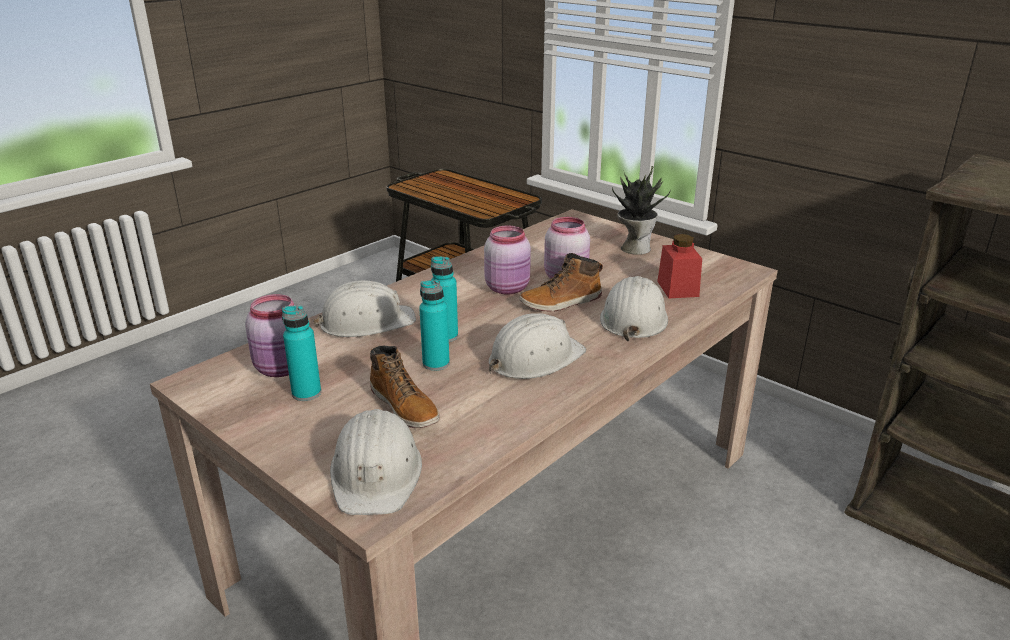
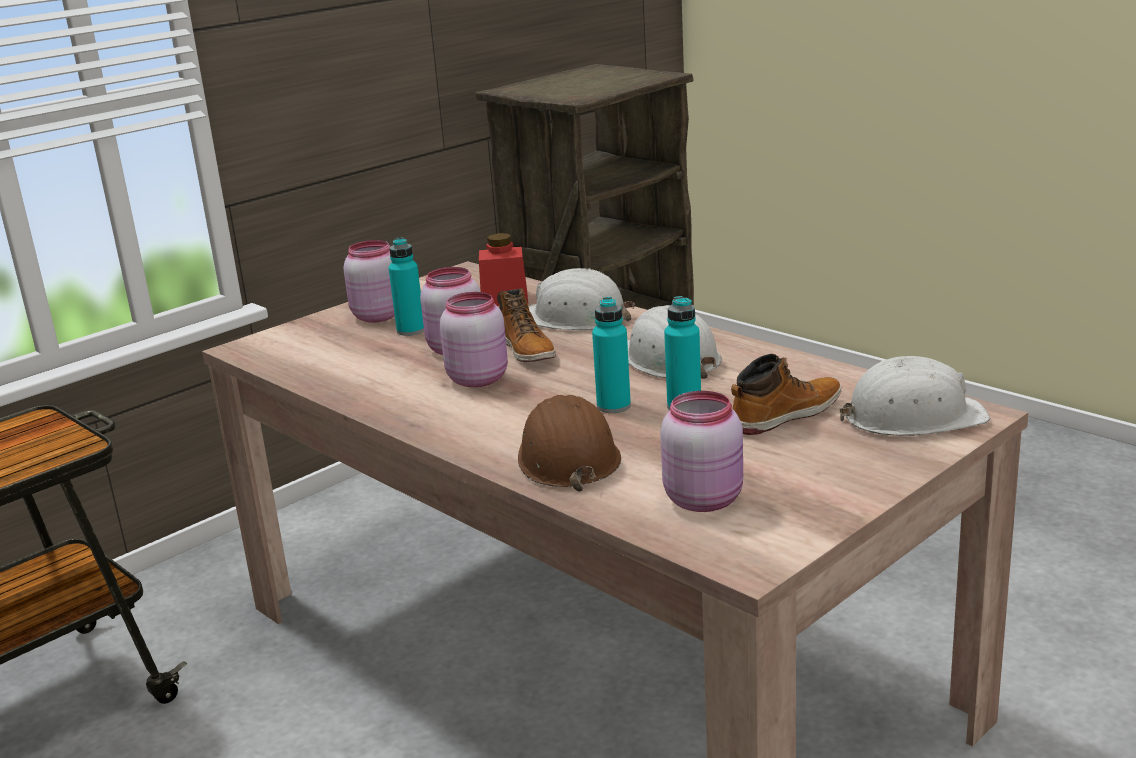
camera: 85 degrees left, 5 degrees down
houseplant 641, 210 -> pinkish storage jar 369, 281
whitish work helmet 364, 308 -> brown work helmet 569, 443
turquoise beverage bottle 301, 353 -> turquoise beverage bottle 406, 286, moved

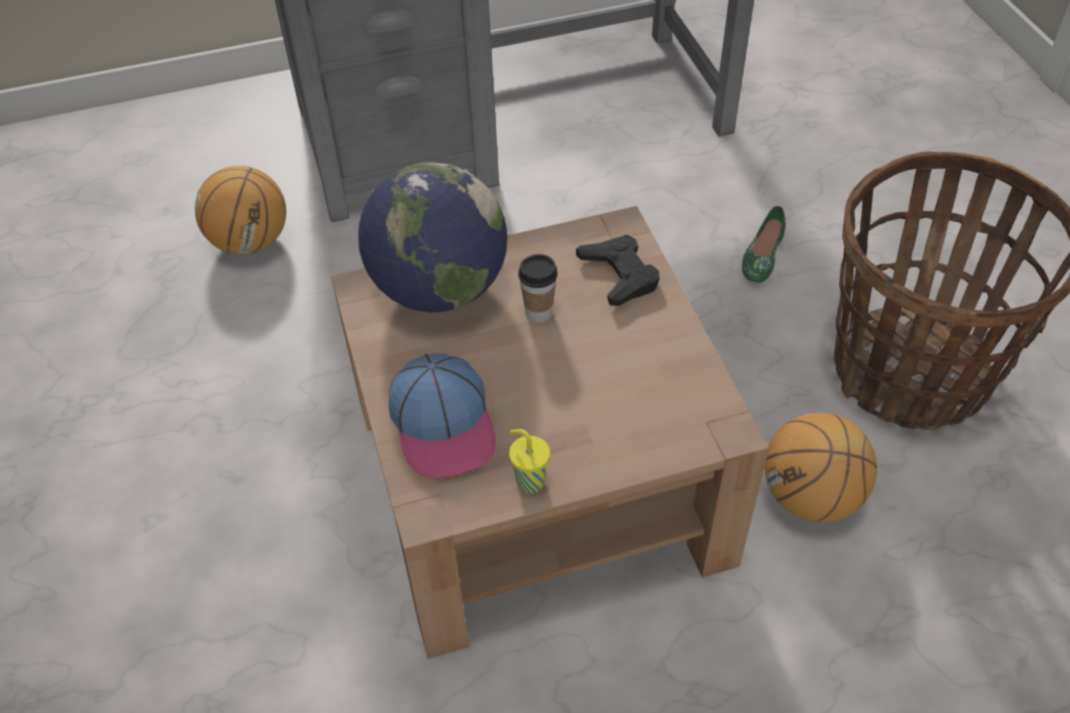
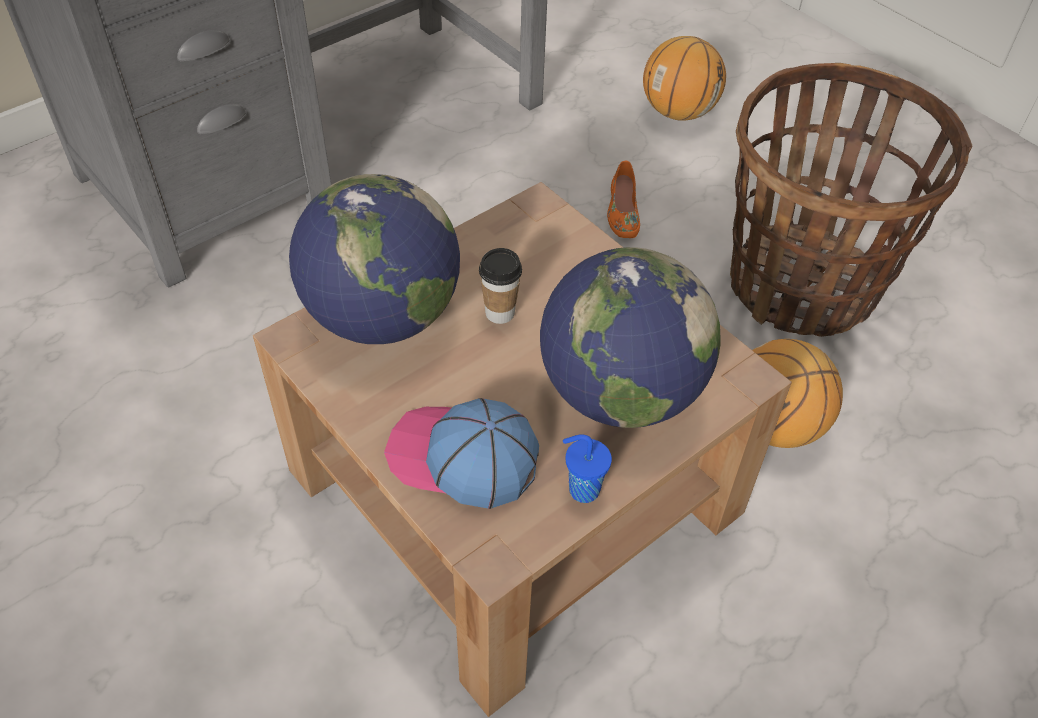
camera: 25 degrees left, 0 degrees up
basketball 240, 210 -> basketball 684, 78, moved
green low shoe 764, 244 -> orange low shoe 623, 199
black-coloured gamepad 618, 270 -> none
baseball cap 442, 416 -> baseball cap 461, 453, 150 degrees clockwise
yellow-coloured cup 529, 461 -> blue cup 587, 468
none -> desk globe 630, 337

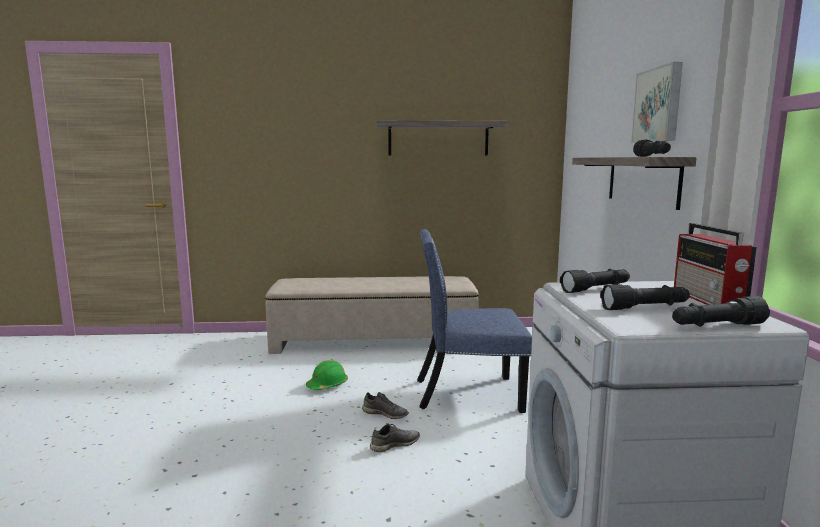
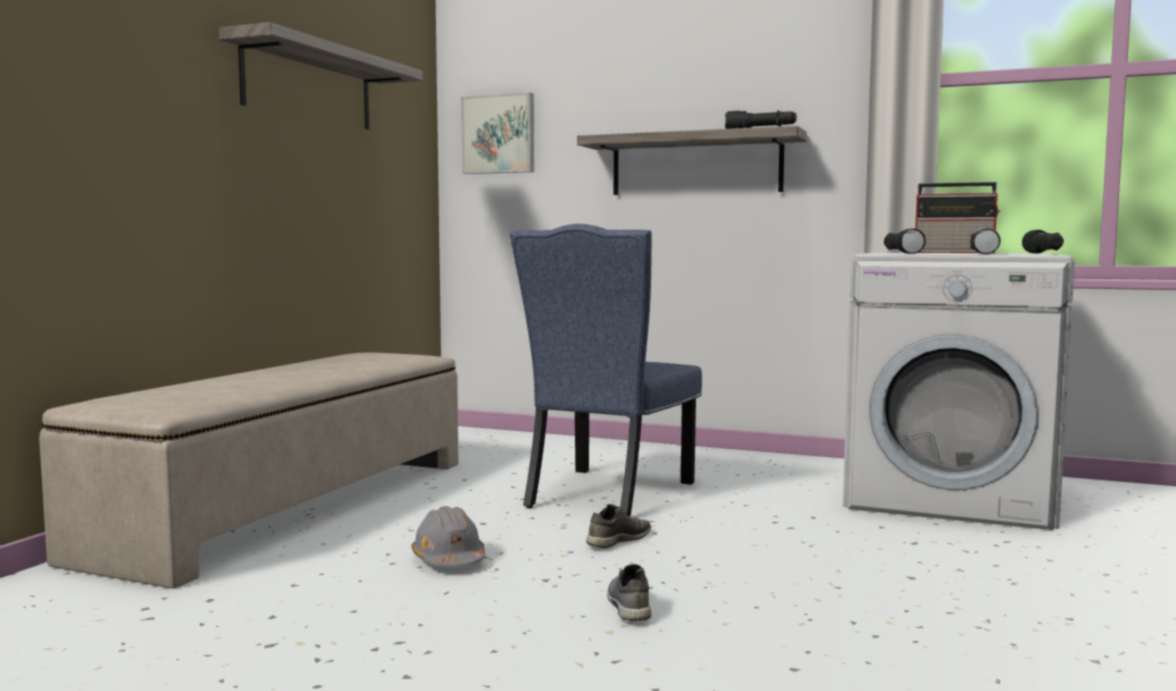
camera: 65 degrees left, 5 degrees down
wall art 657, 102 -> wall art 497, 133, moved
green work helmet 327, 375 -> greyish work helmet 448, 536
greyish low shoe 395, 437 -> greyish low shoe 629, 592, moved

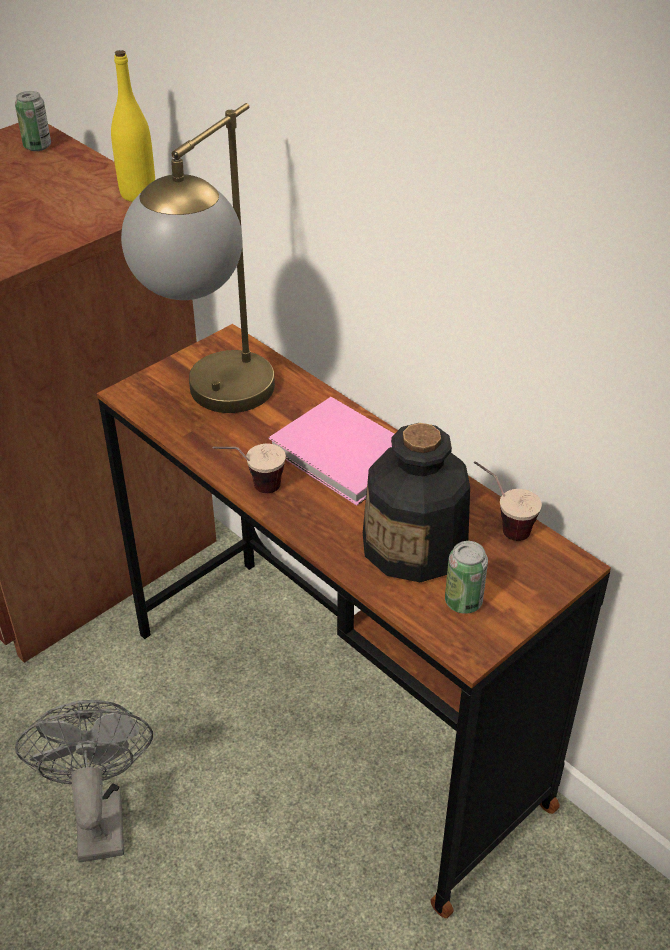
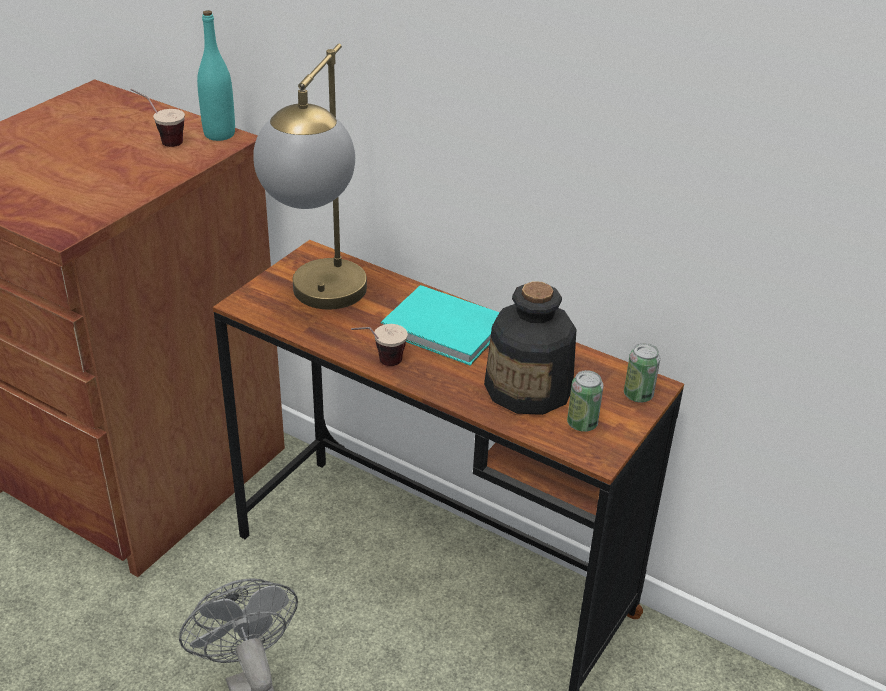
camera: 15 degrees left, 5 degrees down
yellow-coloured beverage bottle 133, 126 -> turquoise beverage bottle 216, 75
metal can 33, 121 -> metal can 642, 373, moved
pinkish bound book 331, 451 -> turquoise bound book 440, 325
cup 508, 501 -> cup 157, 118, moved

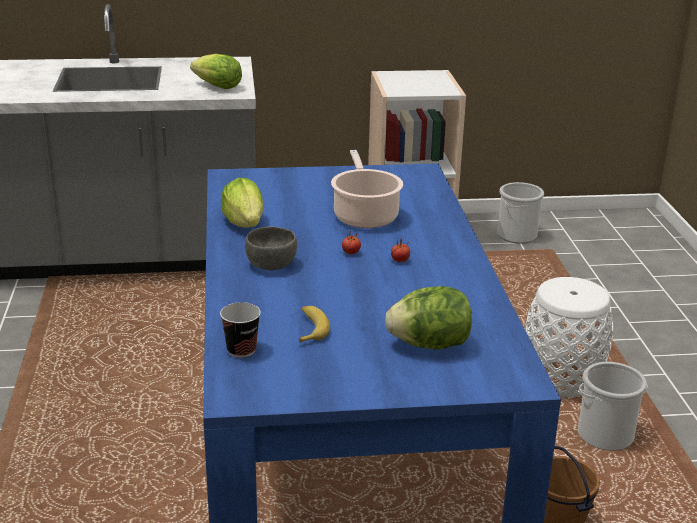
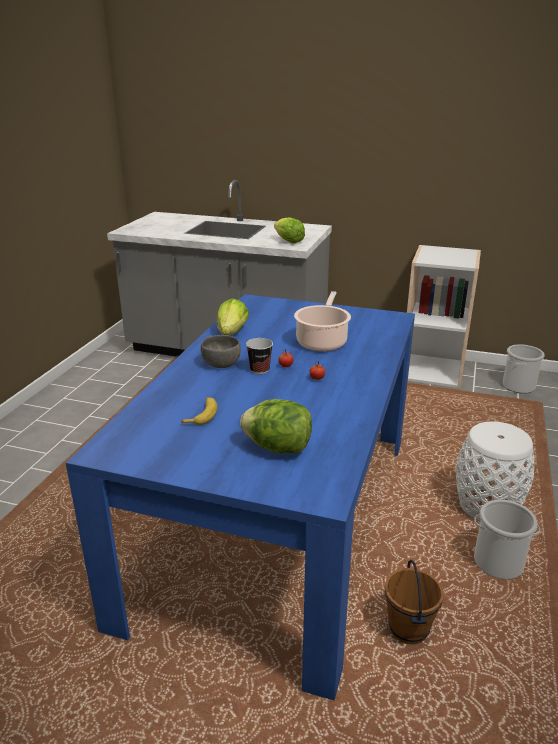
camera: 25 degrees right, 0 degrees up
cup 240, 330 -> cup 259, 356, moved

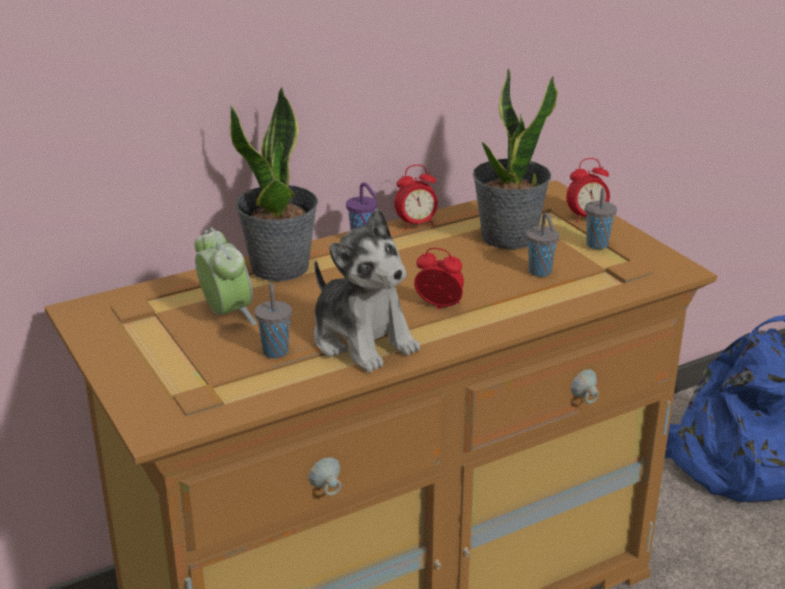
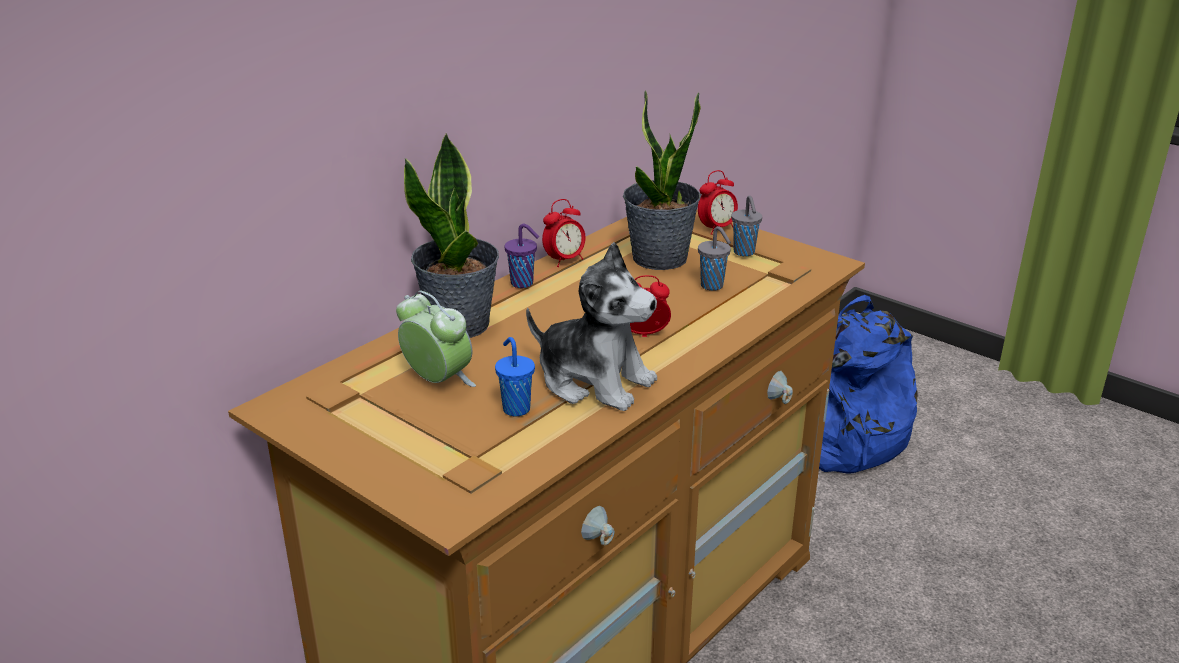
camera: 20 degrees left, 0 degrees up
greyish cup 273, 320 -> blue cup 515, 376

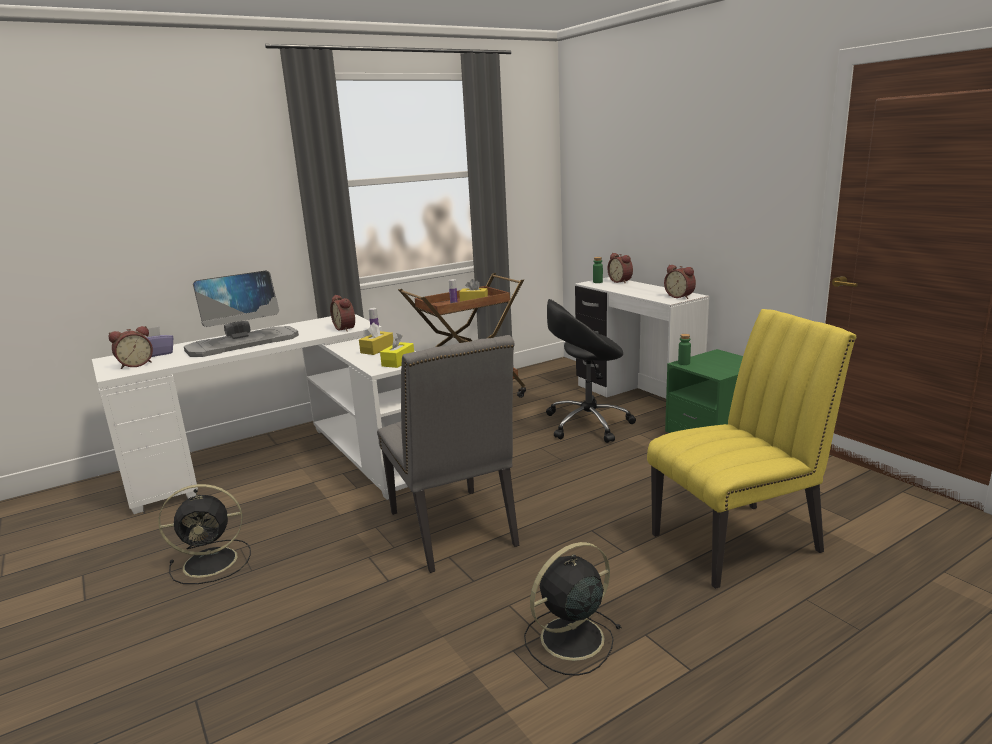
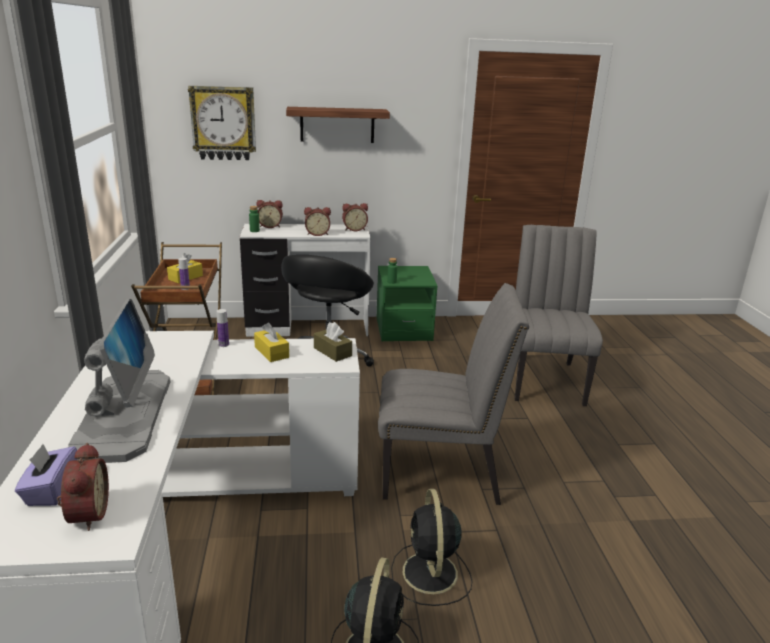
camera: 65 degrees left, 5 degrees up
alarm clock 342, 313 -> alarm clock 317, 221, moved
yellow-coloured upright chair 751, 449 -> greyish upright chair 559, 315
yellow-coloured box of tissues 397, 350 -> brown box of tissues 333, 342
black-coloured electric fan 573, 609 -> black-coloured electric fan 432, 547, moved
none -> wall clock 222, 123
none -> wall shelf 338, 125

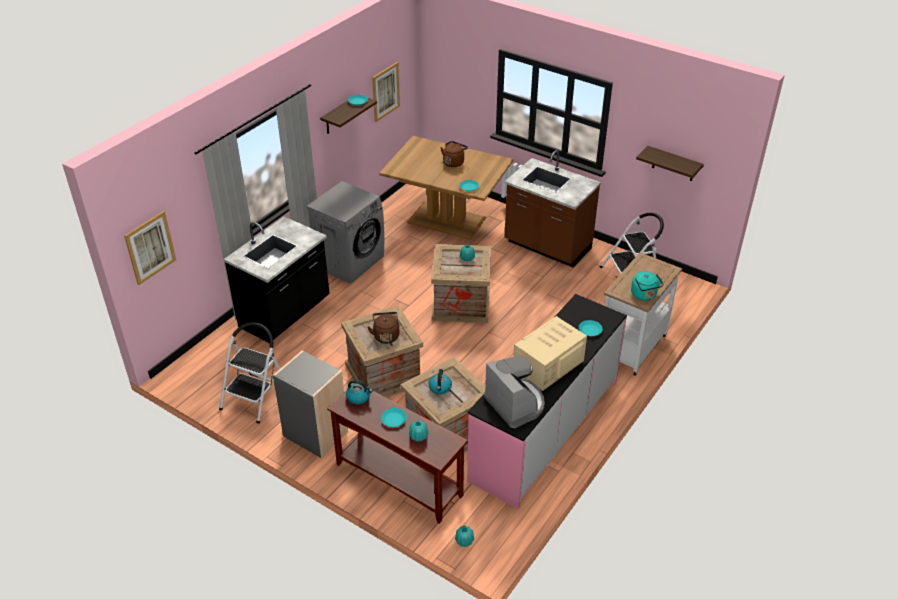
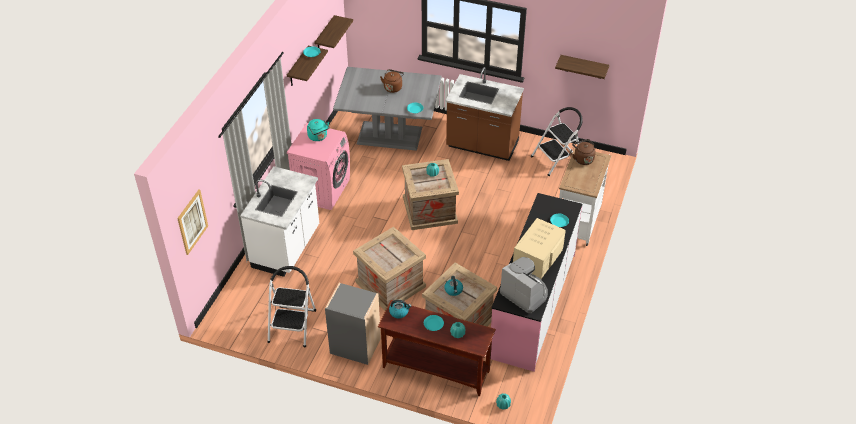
camera: 15 degrees left, 5 degrees up
wall art 386, 92 -> wall shelf 333, 31
brown dinner table 446, 188 -> greyish dinner table 387, 109
greyish washing machine 345, 232 -> pinkish washing machine 318, 166
black-coloured kitchen counter 277, 280 -> whitish kitchen counter 279, 221
turquoise tea kettle 647, 286 -> turquoise tea kettle 318, 130, moved
brown tea kettle 383, 328 -> brown tea kettle 583, 152, moved

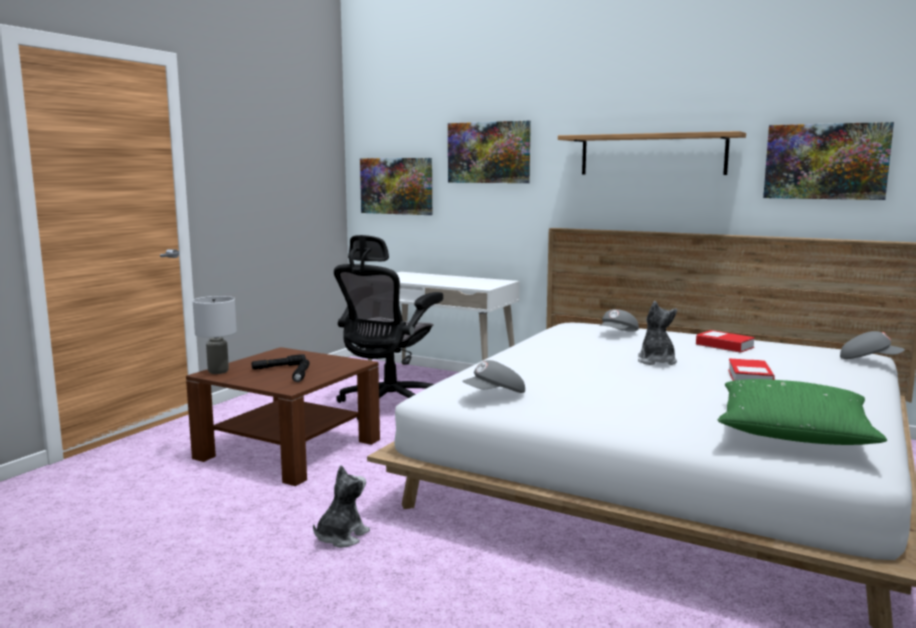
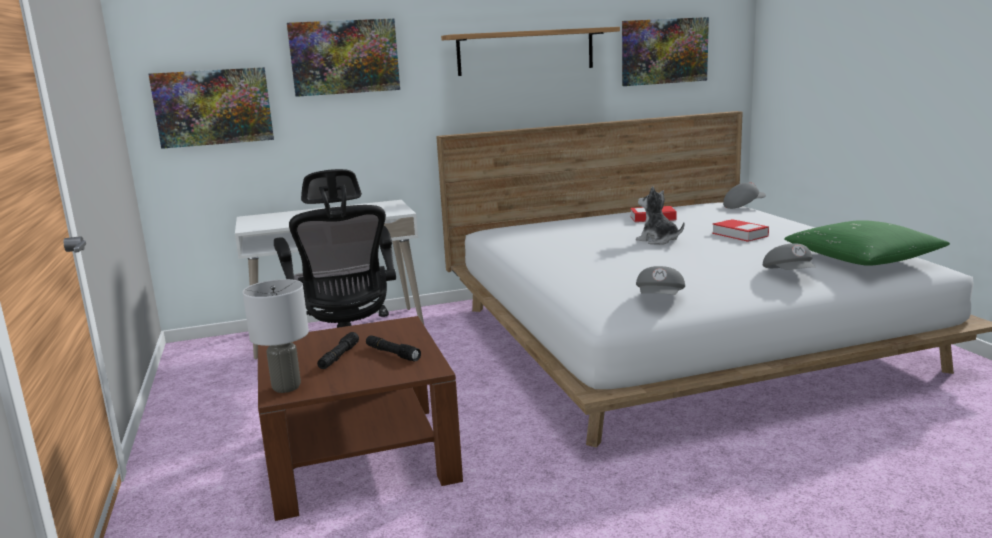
camera: 45 degrees left, 5 degrees up
greyish baseball cap 619, 320 -> greyish baseball cap 789, 256, moved
cuddly toy 341, 506 -> none

